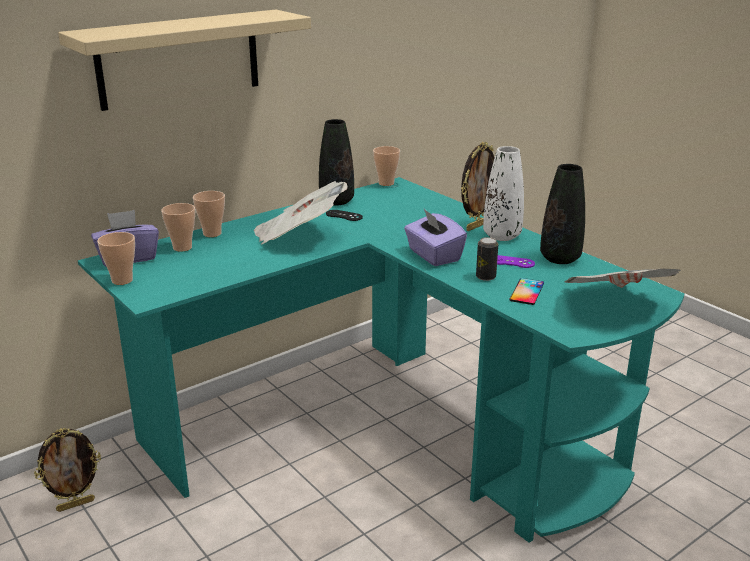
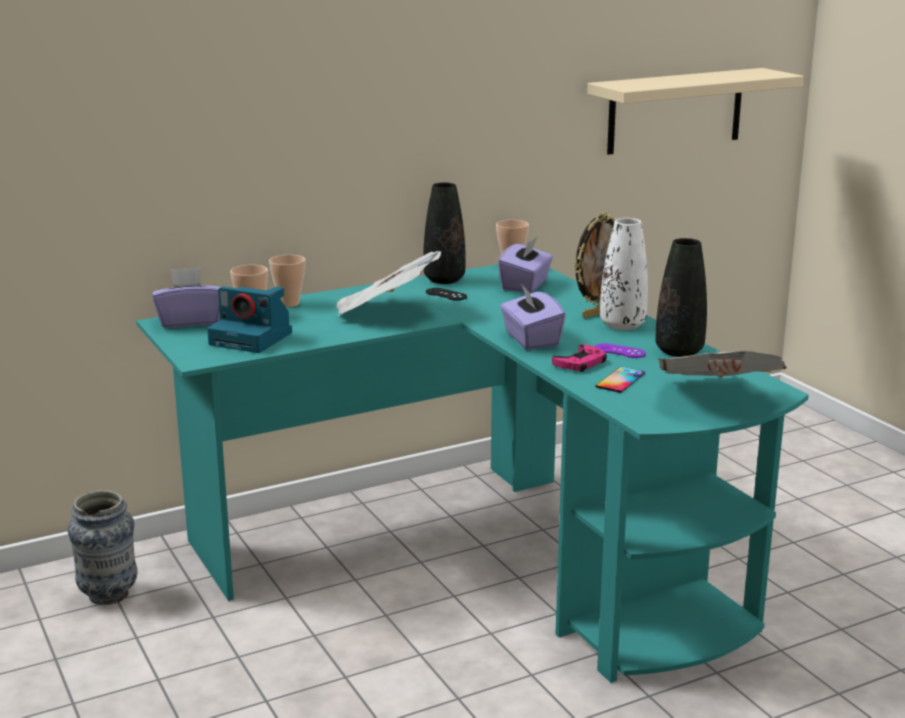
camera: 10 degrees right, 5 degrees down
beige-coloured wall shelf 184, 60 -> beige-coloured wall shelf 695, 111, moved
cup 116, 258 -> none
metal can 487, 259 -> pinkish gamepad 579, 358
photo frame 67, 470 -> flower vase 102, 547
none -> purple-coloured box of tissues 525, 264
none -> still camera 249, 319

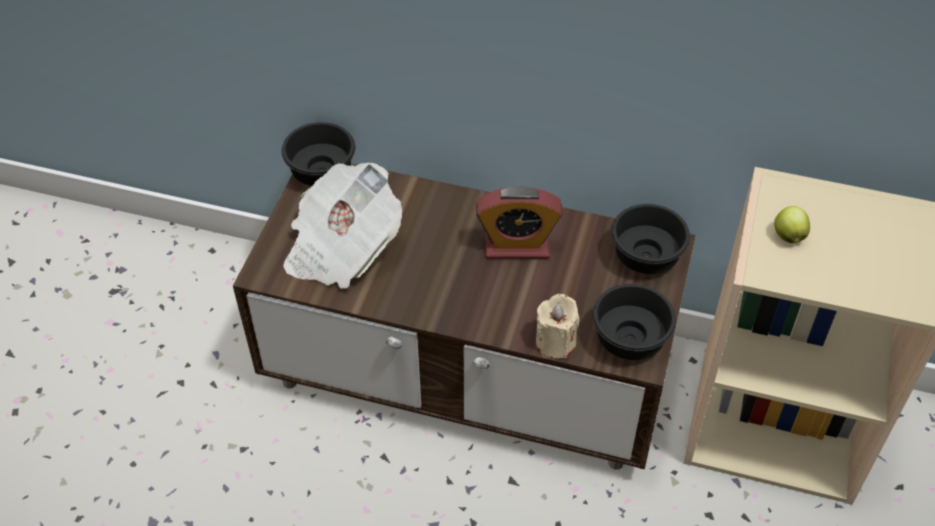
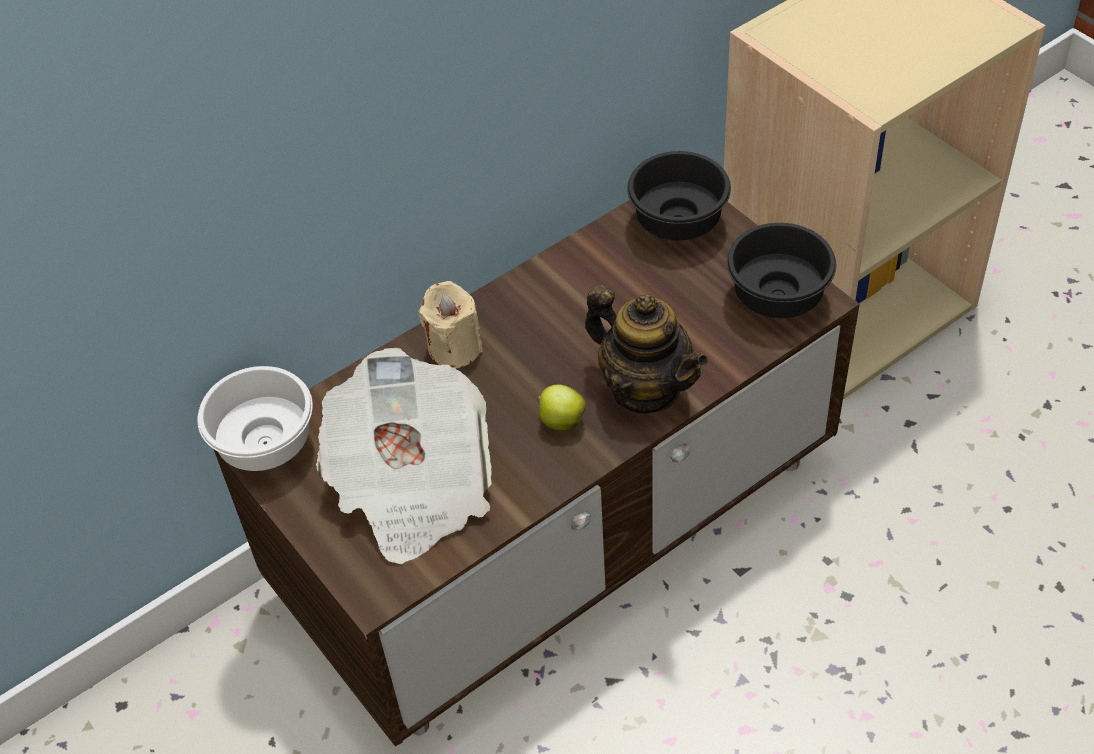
camera: 50 degrees left, 0 degrees up
black-coloured serving bowl 318, 154 -> whitish serving bowl 255, 418
alarm clock 519, 222 -> none
whole apple 792, 224 -> whole apple 562, 407, moved
beige-coloured wax light 558, 326 -> beige-coloured wax light 450, 324, moved
none -> teapot 646, 349

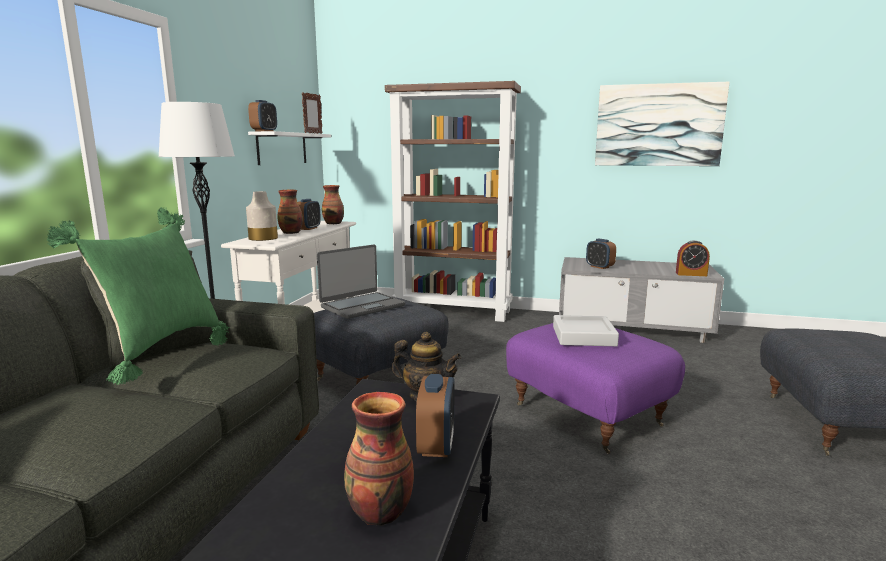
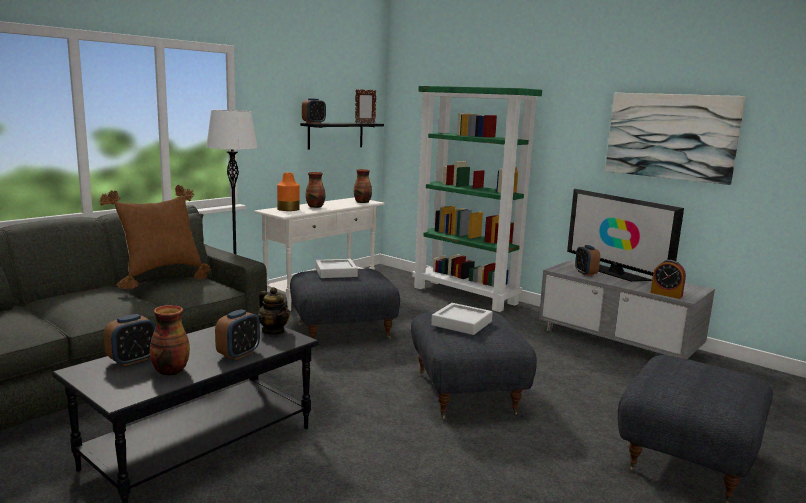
camera: 25 degrees right, 0 degrees up
brown bookcase 453, 201 -> green bookcase 477, 199
whitish wall shelf 289, 148 -> black-coloured wall shelf 342, 136
beige-coloured flower vase 262, 216 -> orange flower vase 288, 192
alarm clock 309, 214 -> alarm clock 129, 340, moved
green cushion 138, 296 -> brown cushion 154, 237
laptop 361, 282 -> greyish tray 337, 268
purple-coloured ottoman 595, 388 -> greyish ottoman 474, 365
none -> television 625, 235

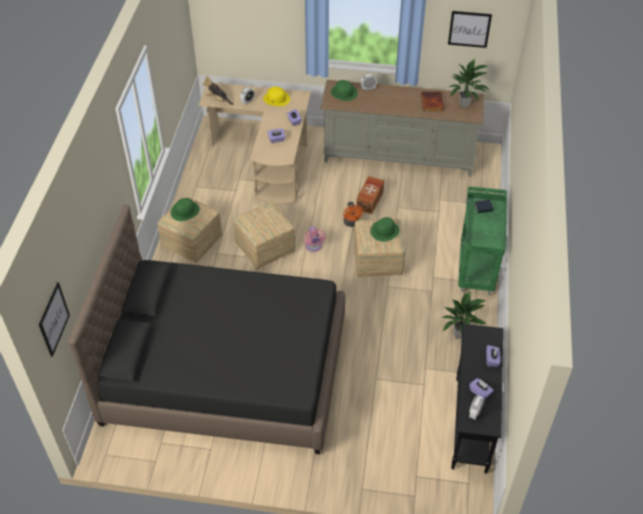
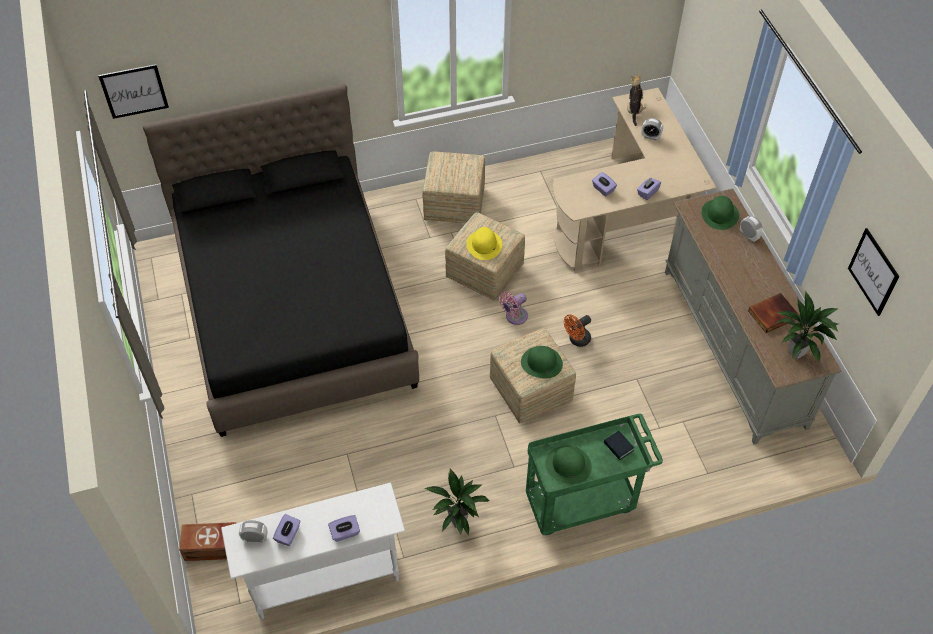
camera: 65 degrees right, 5 degrees up
yellow-coloured hat 276, 96 -> yellow-coloured hat 484, 243, moved
brown storage box 370, 195 -> brown storage box 207, 541, moved
green hat 185, 209 -> green hat 568, 464, moved
black-coloured console table 477, 399 -> whitish console table 313, 551

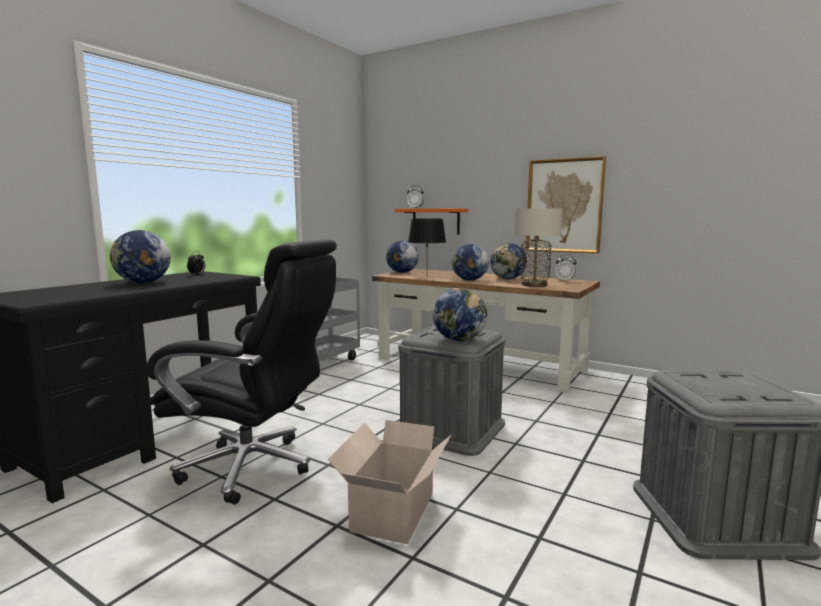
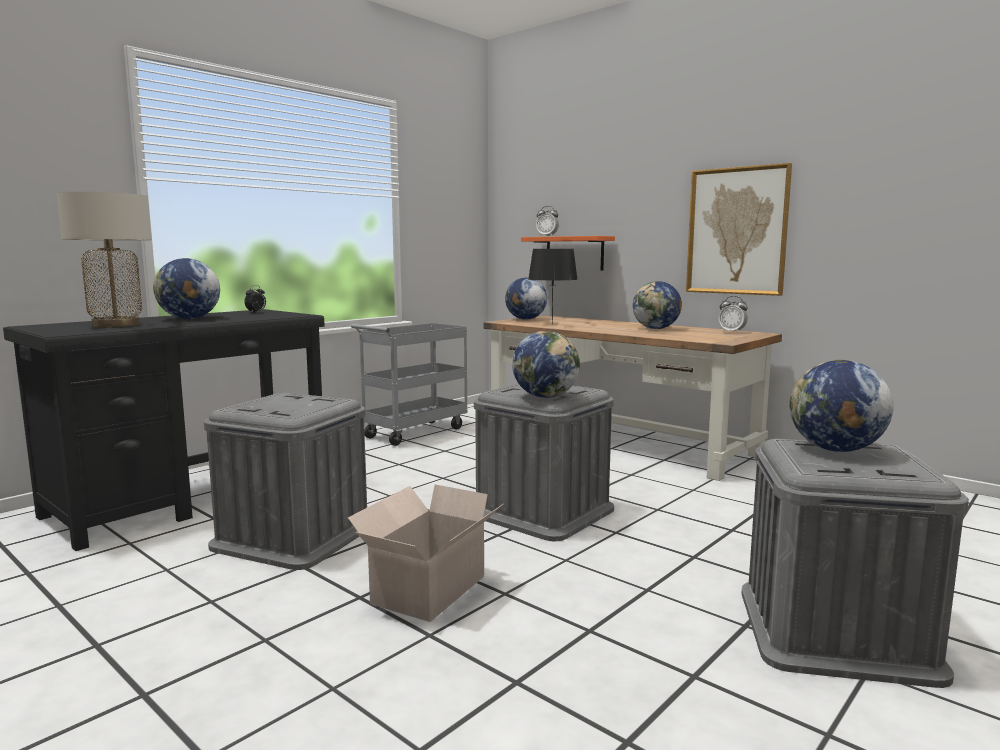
camera: 10 degrees right, 0 degrees up
lamp for a table 537, 247 -> lamp for a table 104, 260, moved
black-coloured computer chair 241, 372 -> greyish storage box 285, 481
desk globe 470, 262 -> desk globe 841, 406, moved

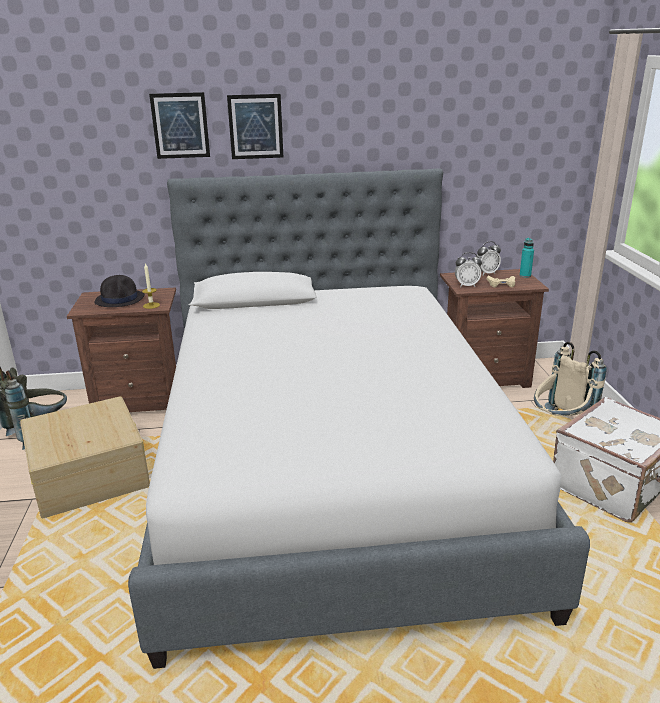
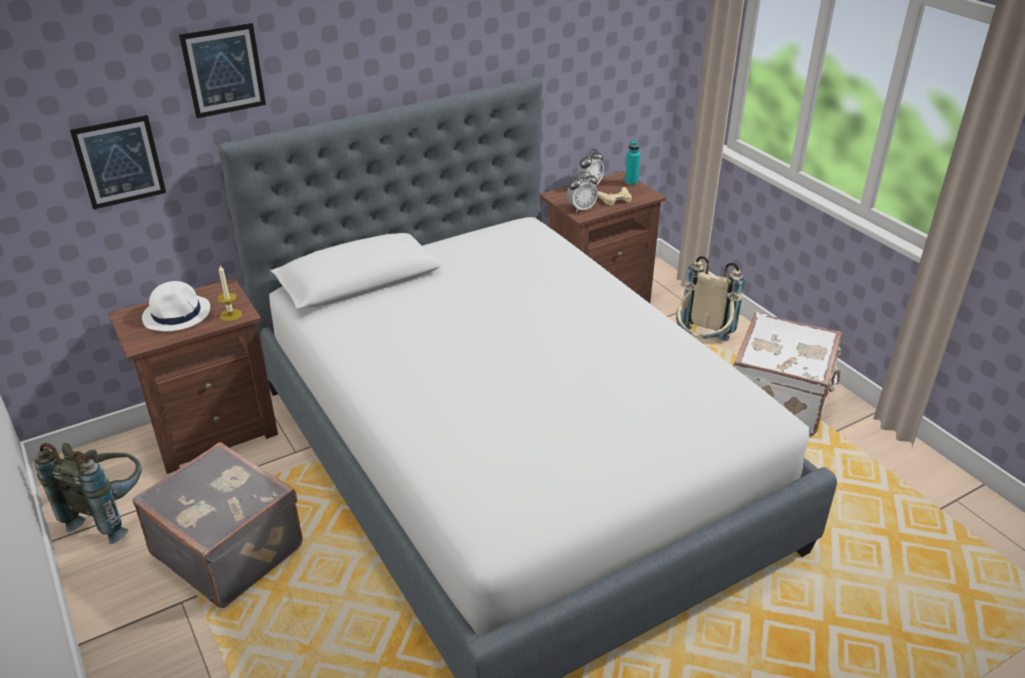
camera: 25 degrees left, 10 degrees up
wall art 255, 126 -> wall art 118, 162, moved
black-coloured hat 120, 291 -> whitish hat 176, 306
beige-coloured storage box 85, 457 -> greyish travel case 217, 525

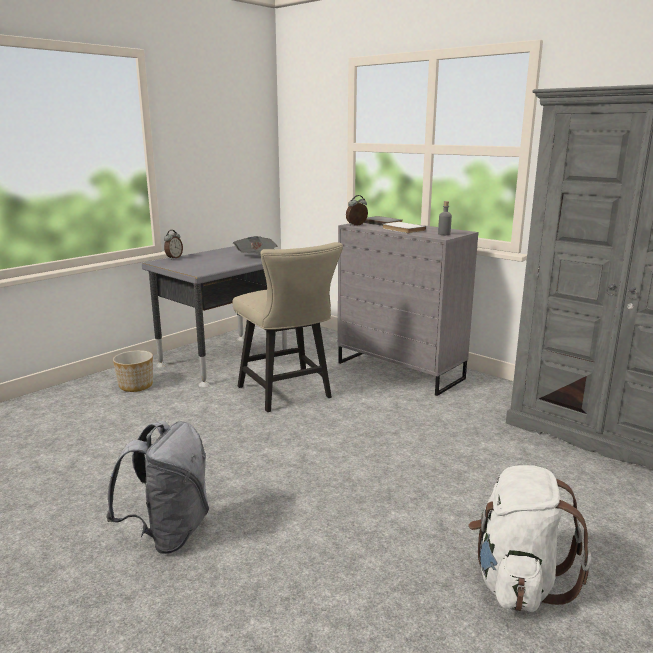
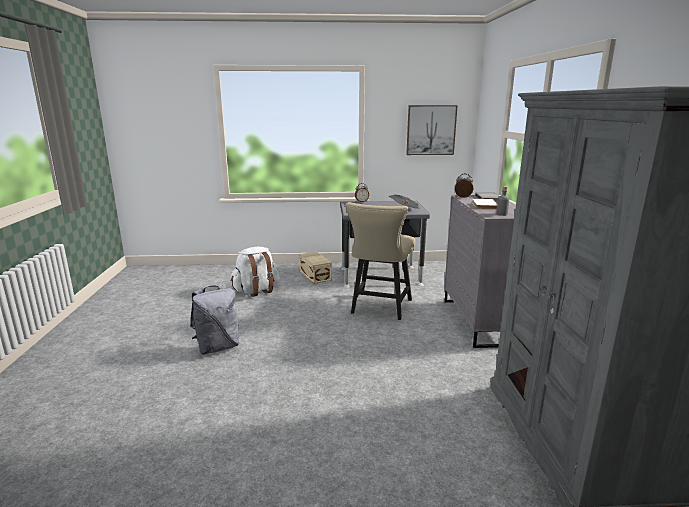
camera: 45 degrees right, 0 degrees up
plant pot 133, 371 -> beige-coloured storage box 315, 267
whitish rucksack 529, 538 -> whitish rucksack 255, 272, moved
none -> wall art 432, 130

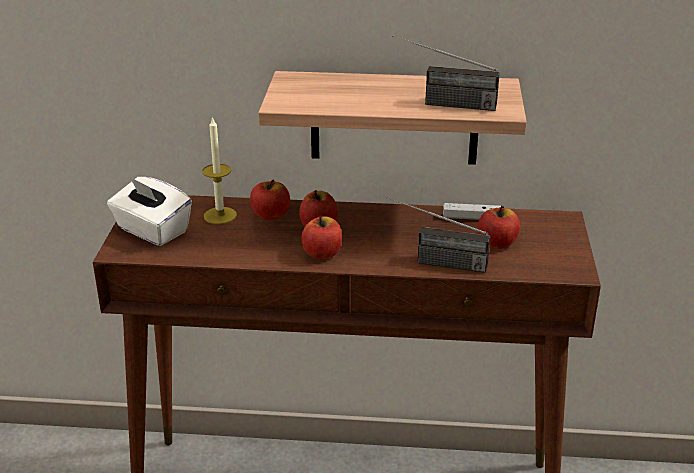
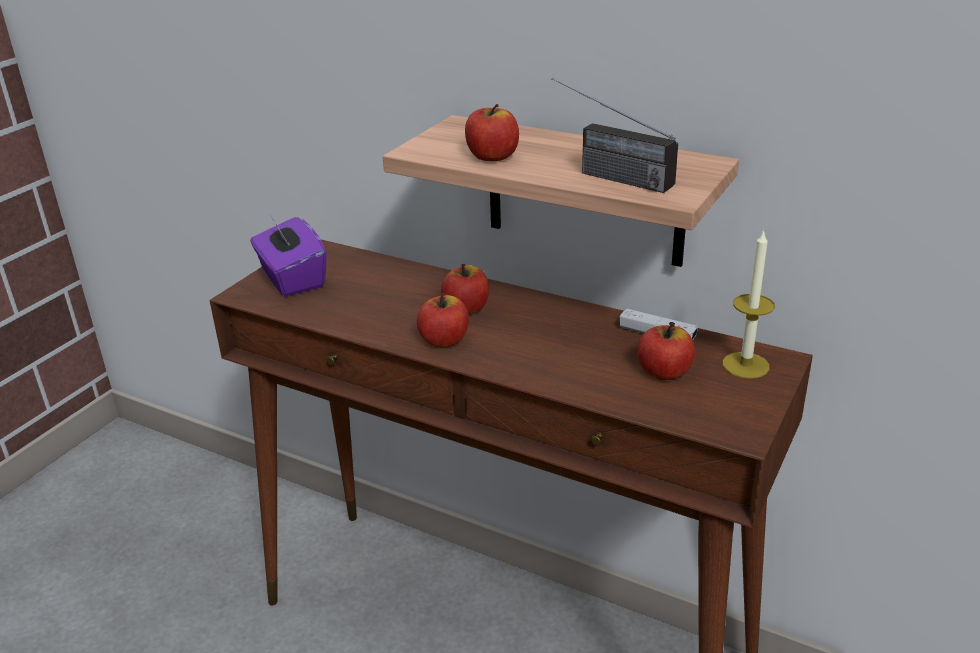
camera: 25 degrees right, 0 degrees up
wax light 219, 170 -> wax light 749, 304, moved
whitish box of tissues 149, 211 -> purple-coloured box of tissues 288, 255
whole apple 270, 200 -> whole apple 492, 132, moved
radio 438, 235 -> none

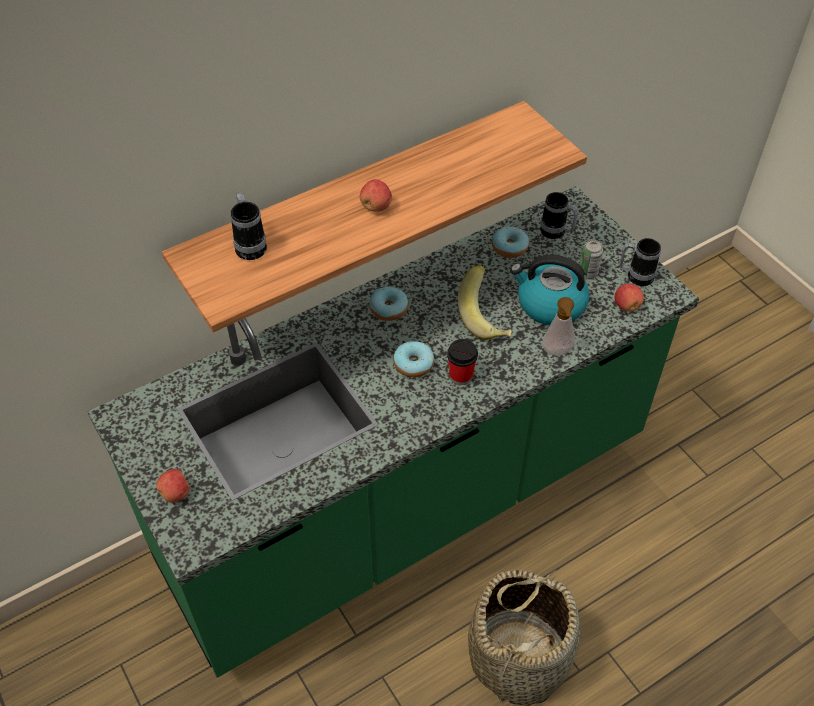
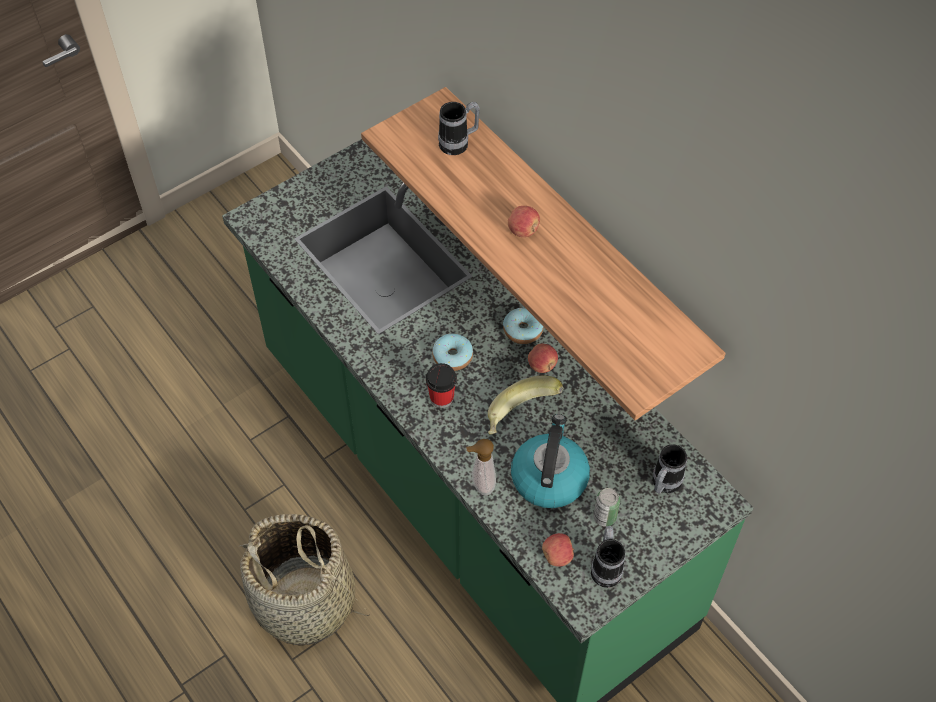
camera: 85 degrees right, 5 degrees up
doughnut 510, 242 -> none
whole apple 173, 485 -> whole apple 543, 358, moved

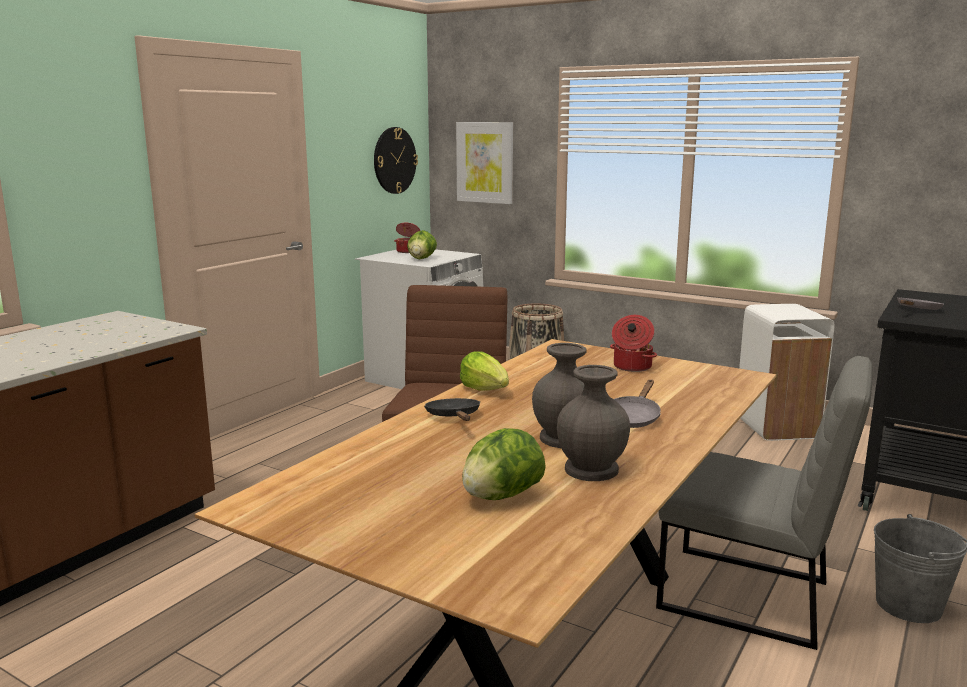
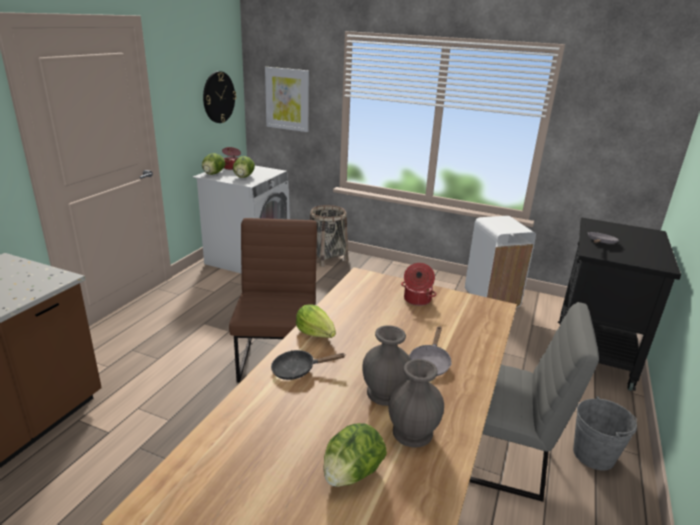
camera: 10 degrees left, 10 degrees up
black-coloured frying pan 452, 409 -> black-coloured frying pan 308, 365, 75 degrees counterclockwise
none -> lettuce 213, 164

